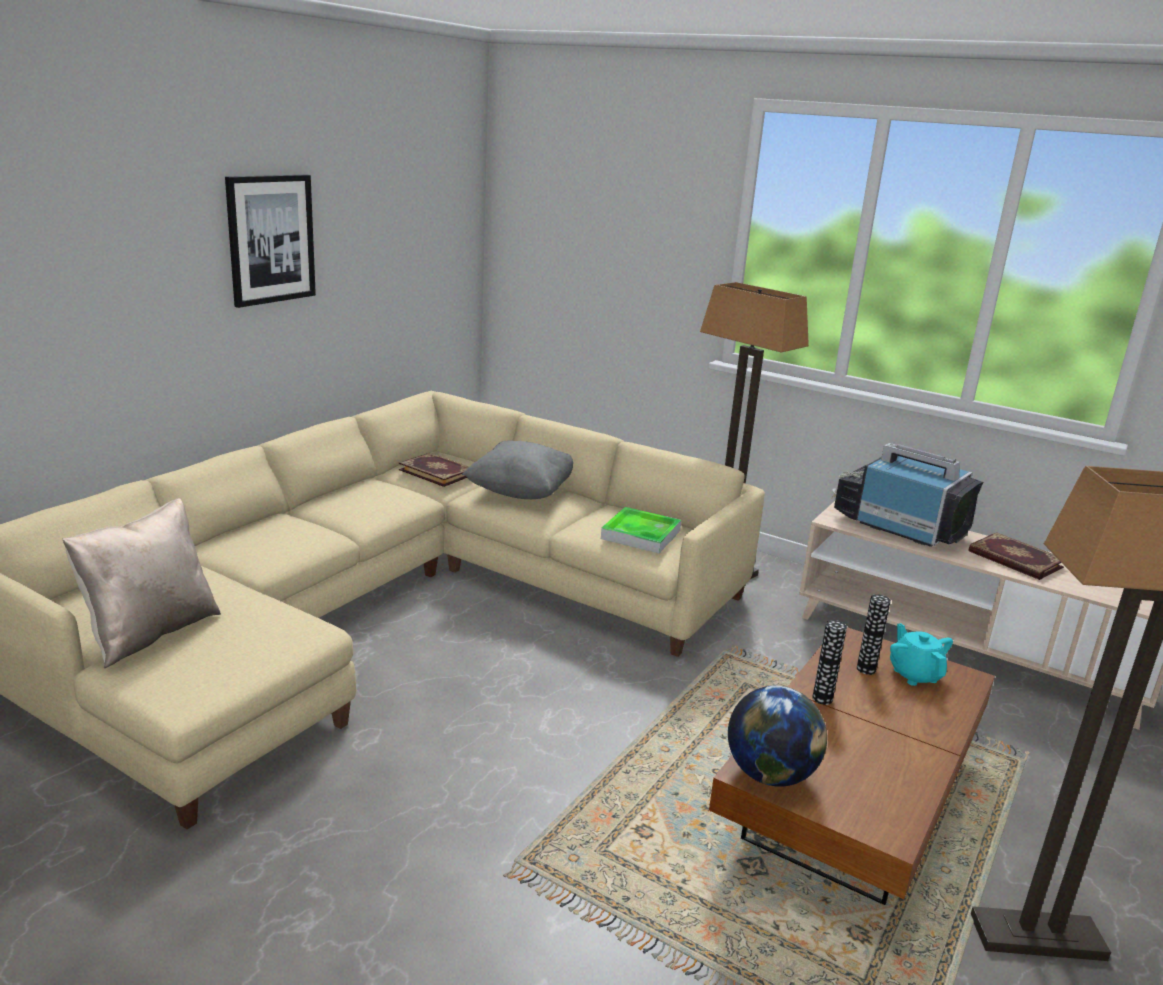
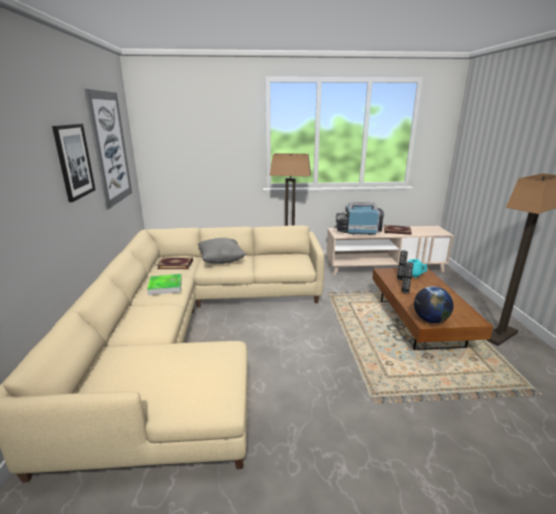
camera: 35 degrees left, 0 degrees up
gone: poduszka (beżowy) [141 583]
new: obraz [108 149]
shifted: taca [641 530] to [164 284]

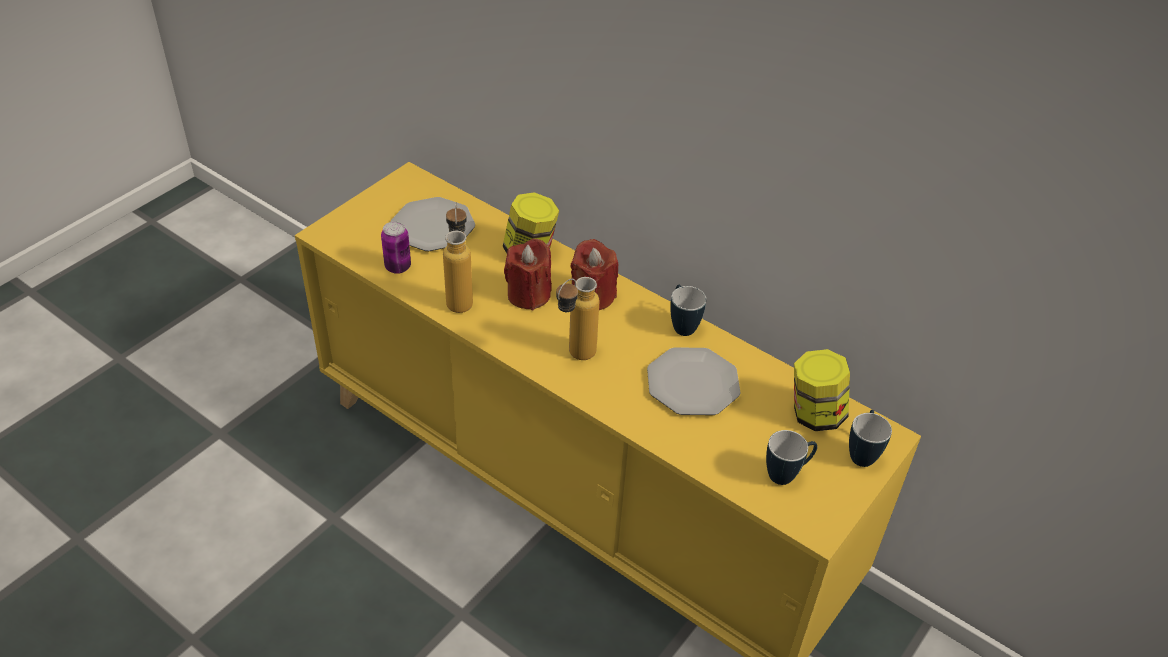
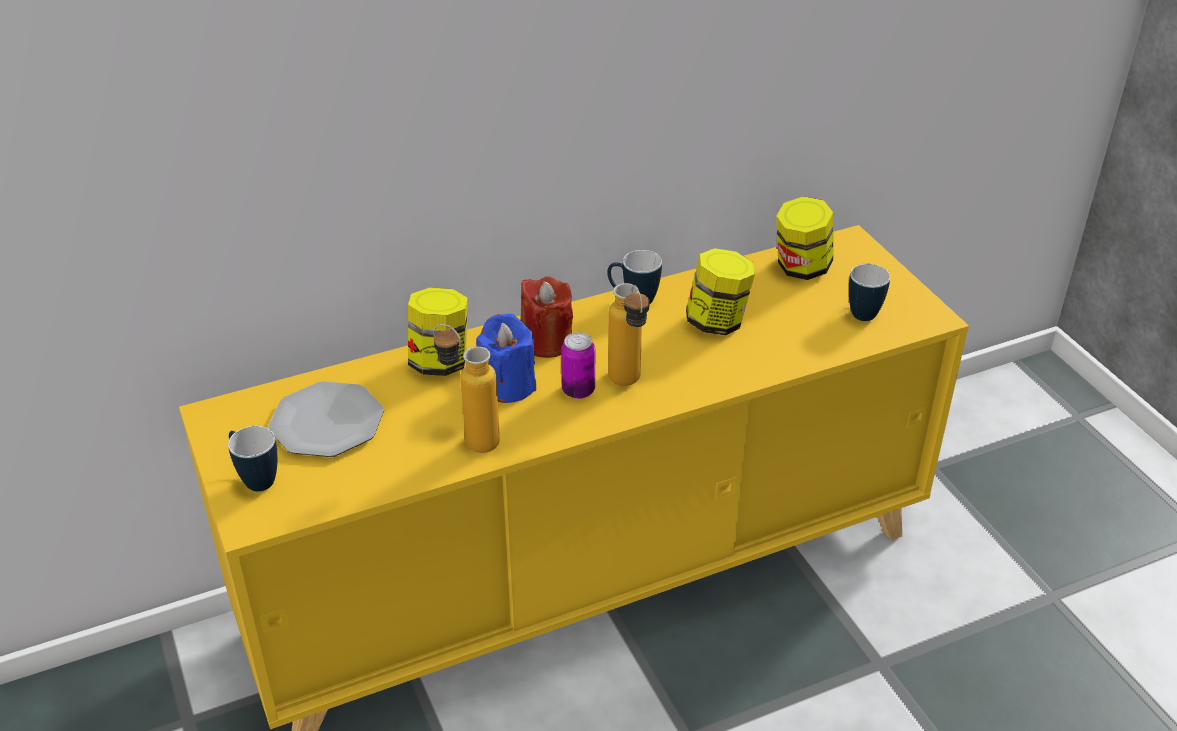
camera: 60 degrees left, 5 degrees down
shifted: puszka [396 247] to [578 365]; kubek [870 438] to [253 458]
swapped: talerz [694 381] to słoik [720 291]
repainted: świeca (czerwony) [528 274] to świeca (niebieski) [506 358]

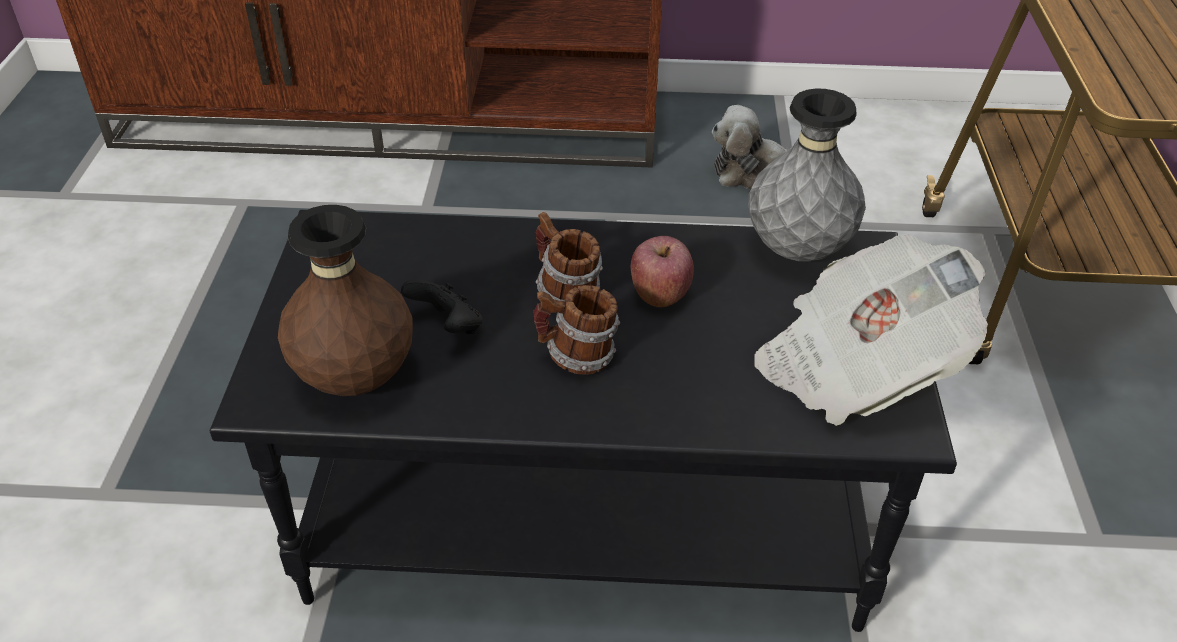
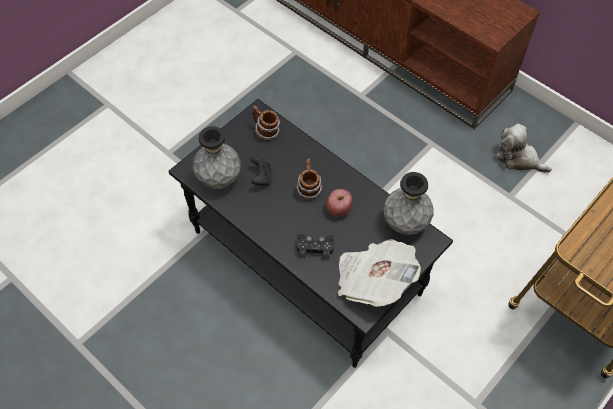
camera: 40 degrees right, 15 degrees up
new: pad do gier (czarny) [315 246]
shifted: kubek [577 330] to [266 123]
repainted: wazon (brązowy) [345 300] to wazon (szary) [217 157]

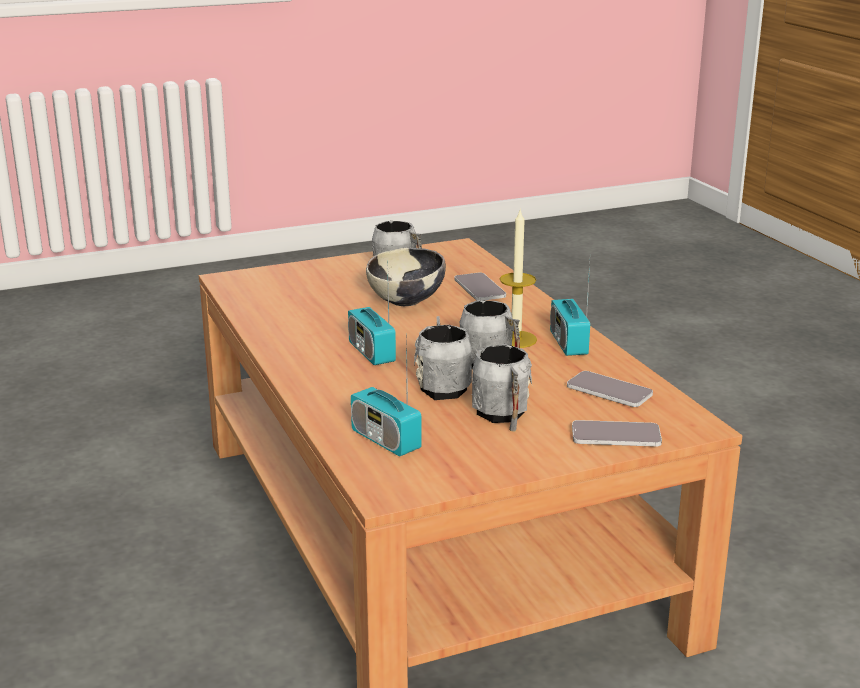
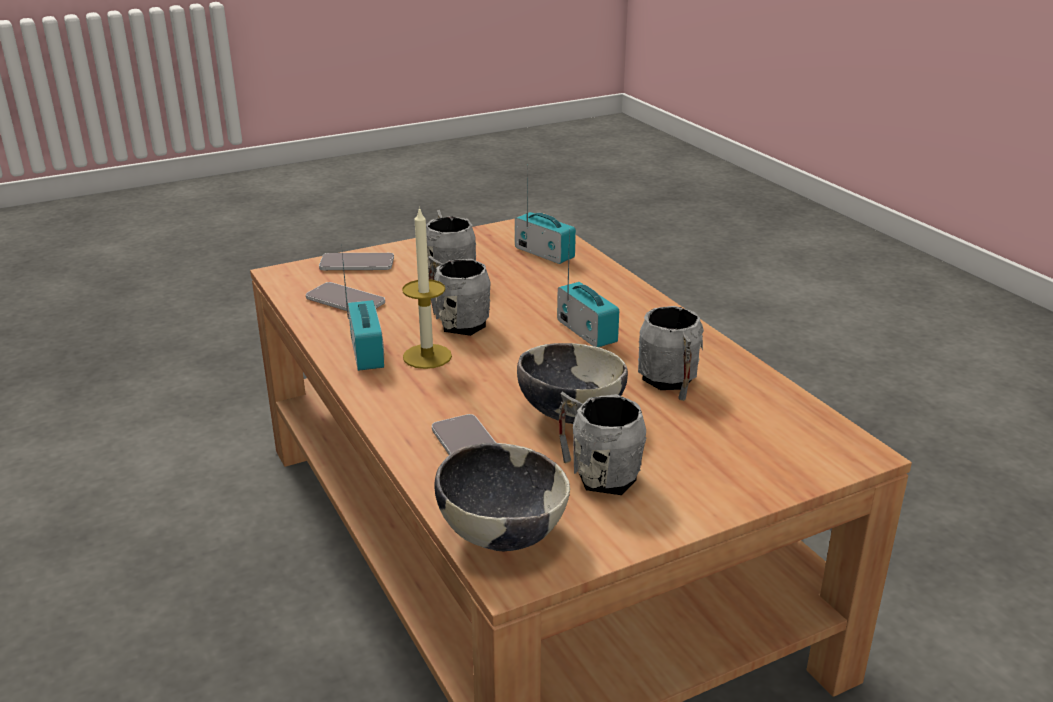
camera: 175 degrees right, 5 degrees up
new: miska [502 497]
shifted: kubek (szary) [443 358] to [671 353]

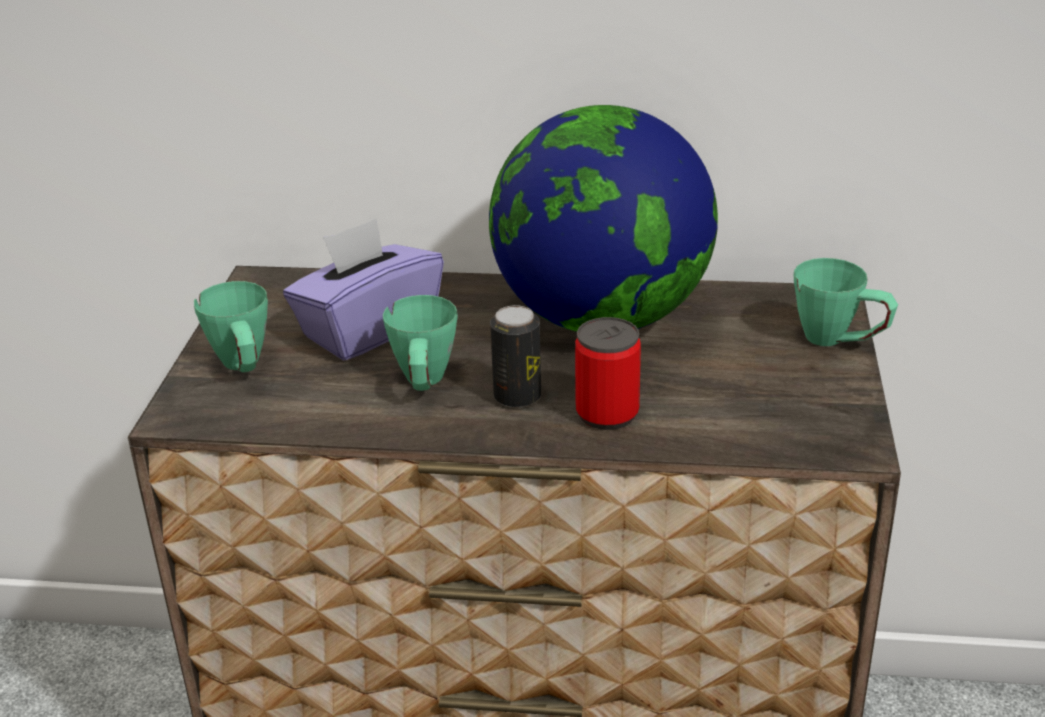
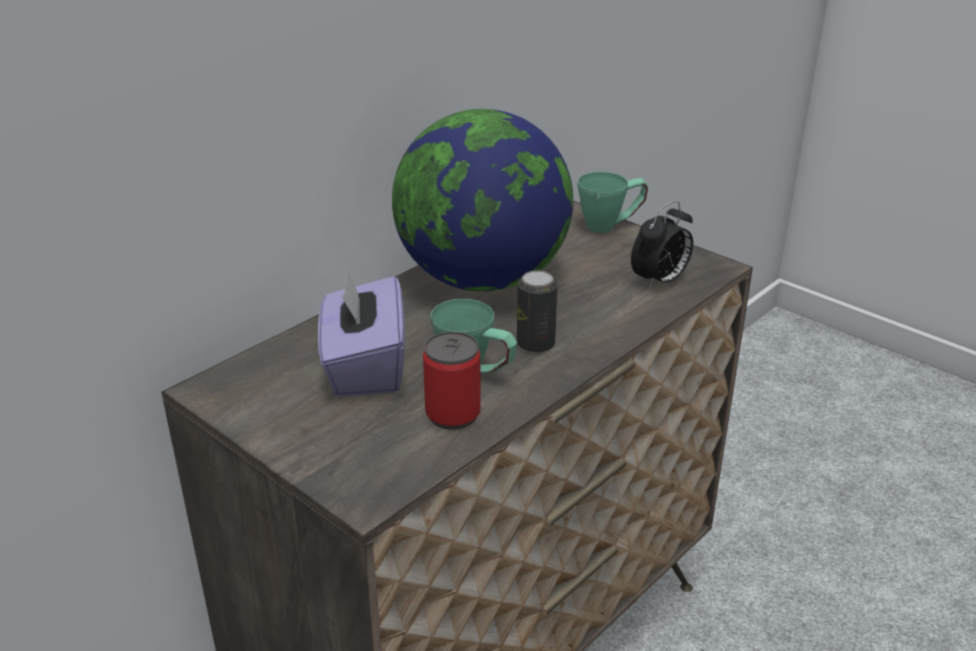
camera: 55 degrees left, 0 degrees up
gone: kubek (zielony) [231 326]
new: budzik [662 245]
shifted: puszka [608 373] to [452 381]

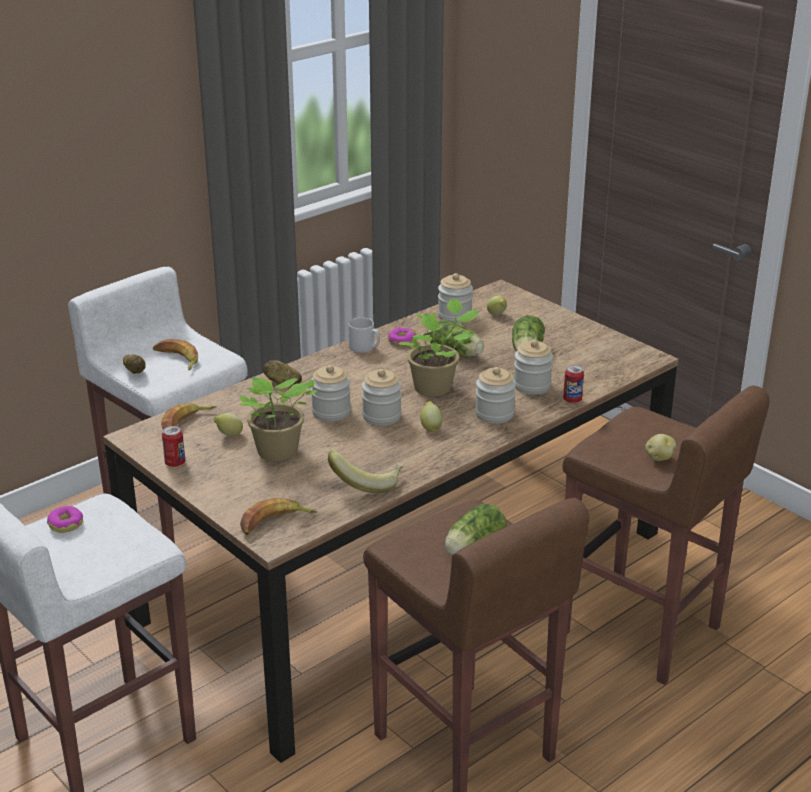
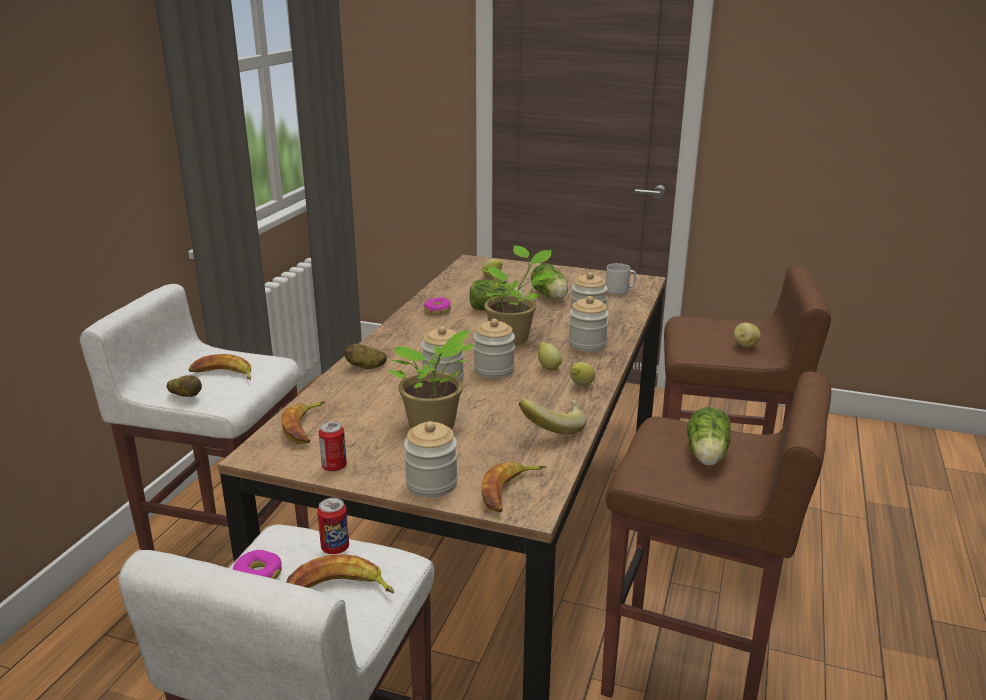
camera: 30 degrees left, 5 degrees down
new: banan [340 573]
shifted: cytryna [228 424] to [582 374]; kubek (szary) [364 335] to [621 279]; słoik [455 298] to [431 459]; puszka [573 384] to [333 526]

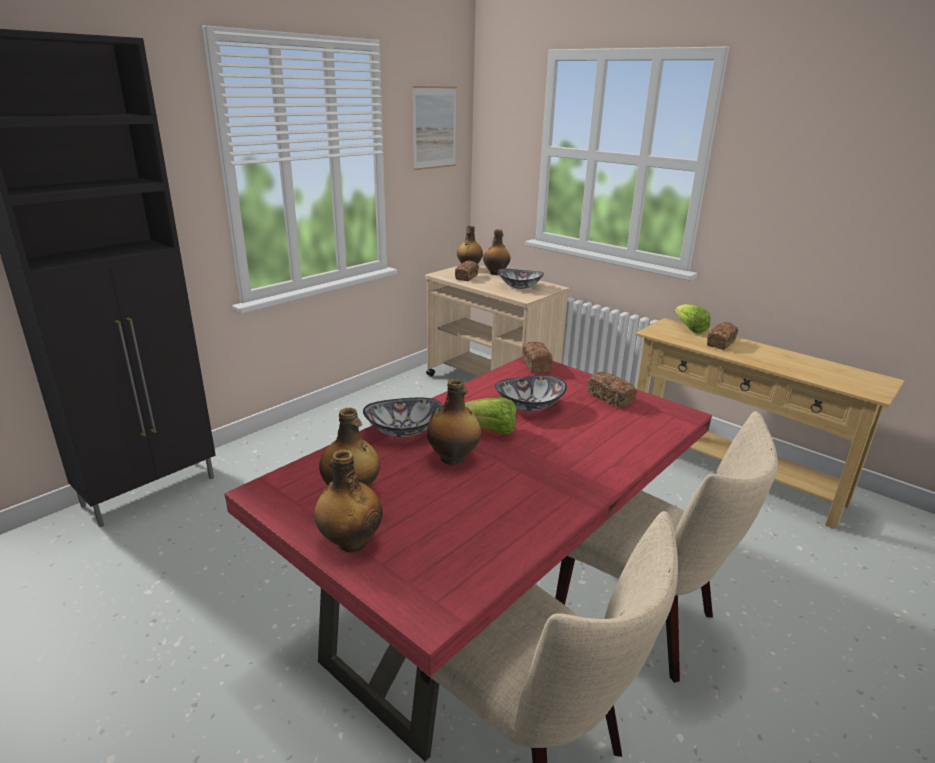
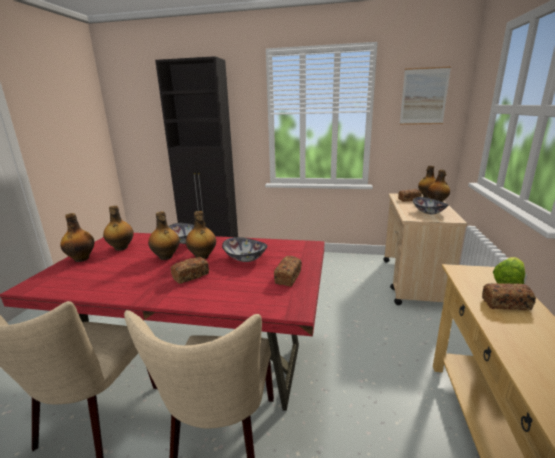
camera: 60 degrees right, 5 degrees down
shifted: chleb [537 357] to [190 270]
swapped: sałata [491 416] to butelka [201 235]

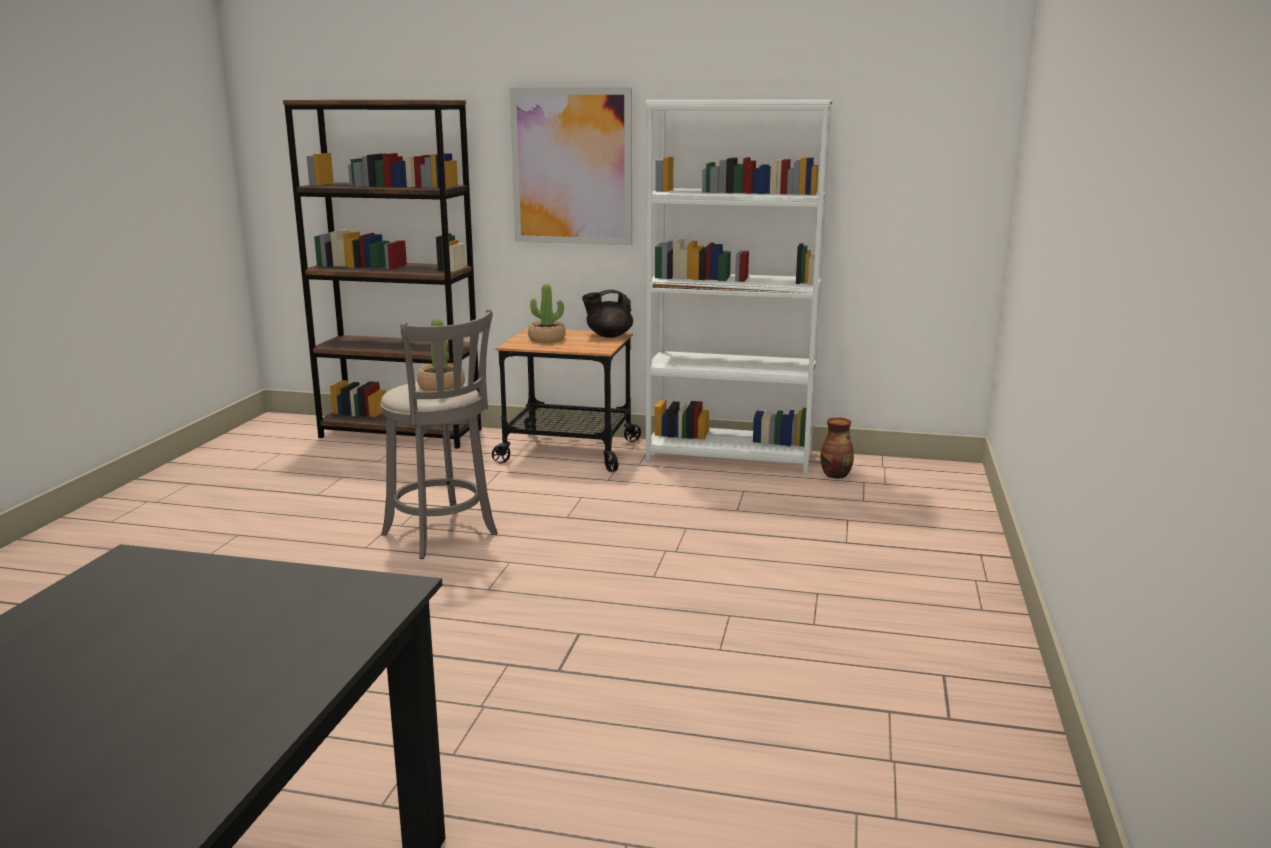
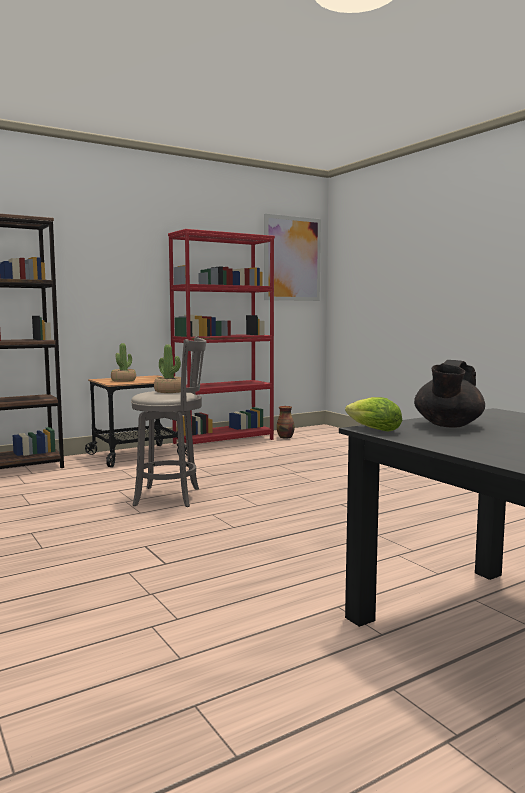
camera: 45 degrees left, 10 degrees down
new: sałata [373 414]
shifted: obraz [571 166] to [292 257]; imbryk (czarny) [607 314] to [449 393]
repainted: regał (biały) [739 287] to regał (czerwony) [221 336]

